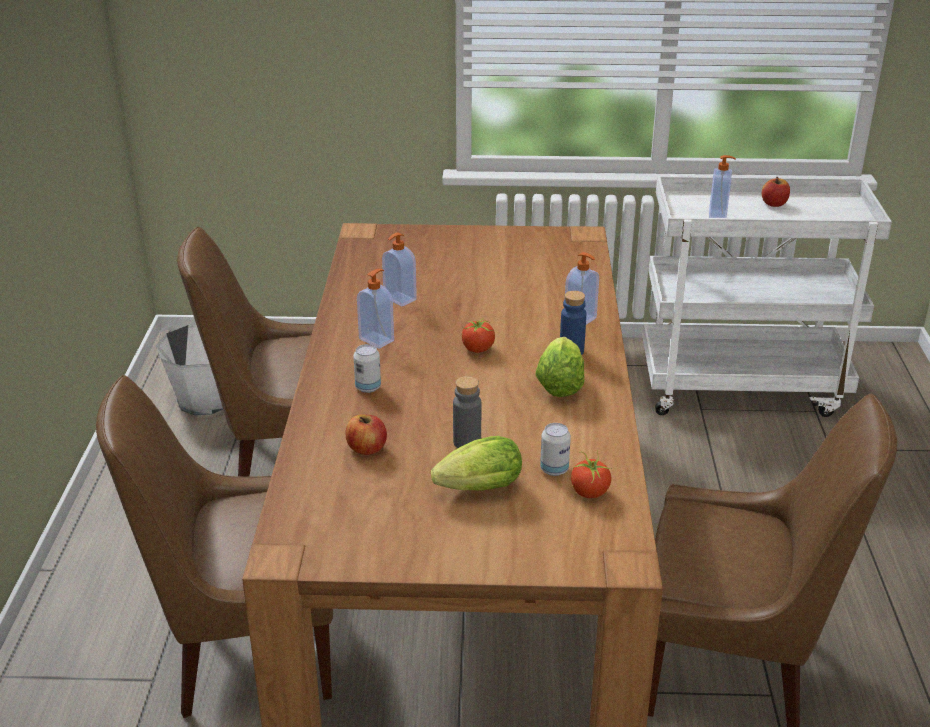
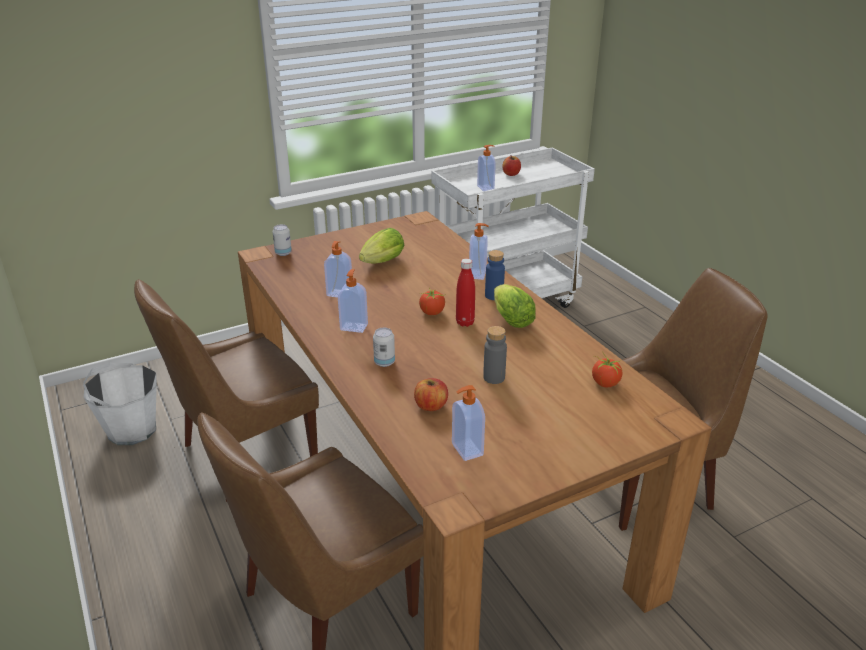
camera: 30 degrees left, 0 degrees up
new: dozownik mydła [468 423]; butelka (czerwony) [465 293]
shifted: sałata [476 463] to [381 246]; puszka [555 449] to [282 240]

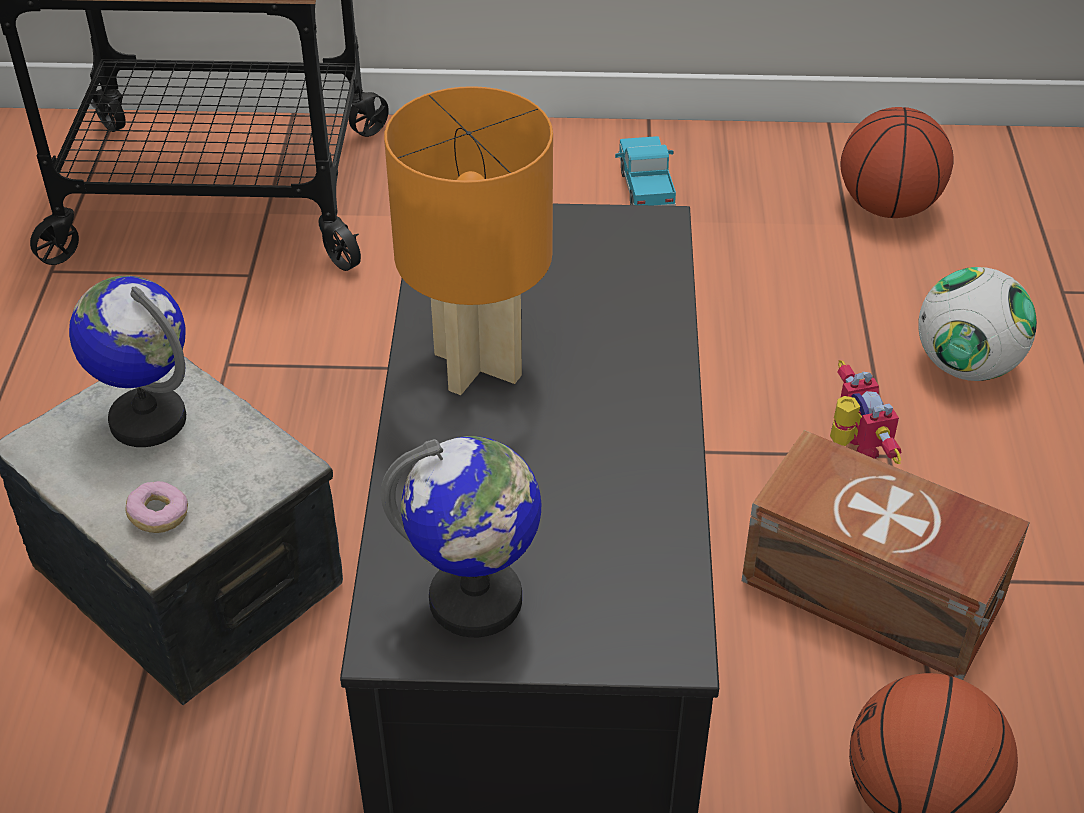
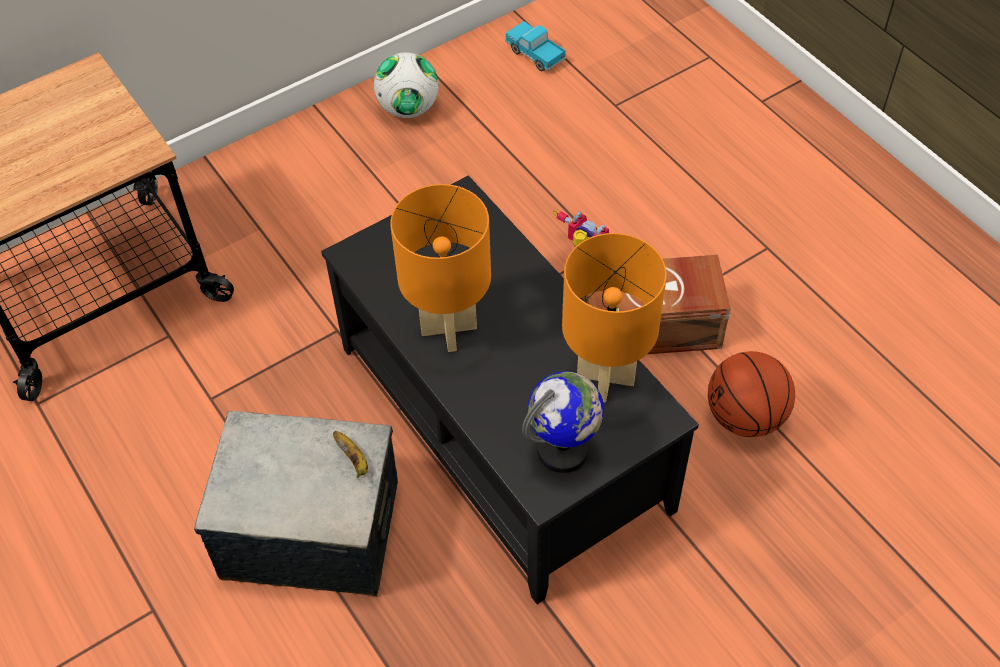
camera: 35 degrees left, 10 degrees up
gone: globus [127 361]; donut [156 507]; piłka do koszykówki [897 162]
new: banan [350 454]; lampa stołowa (pomarańczowy) [614 318]
shifted: ciężarówka zabawkowa [645 171] to [535 46]; piłka futbolowa [977 324] to [406 85]

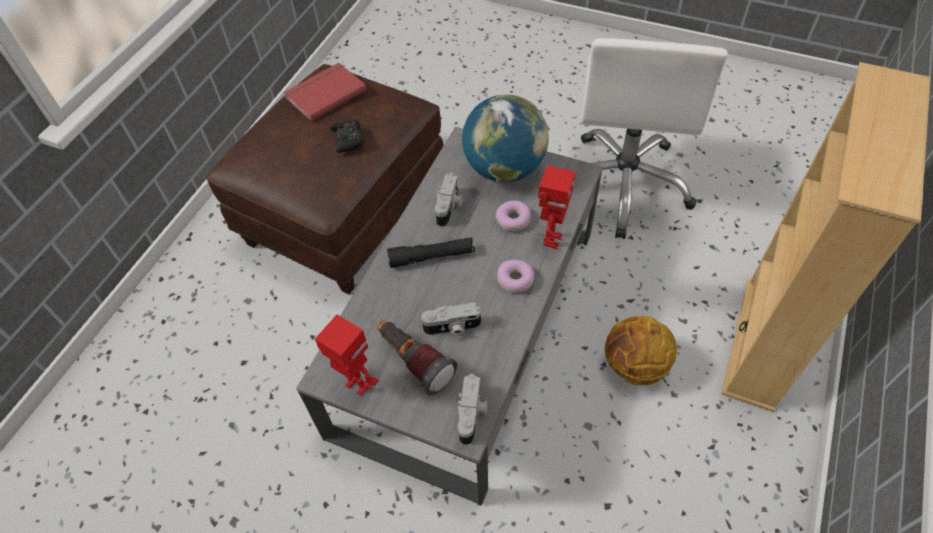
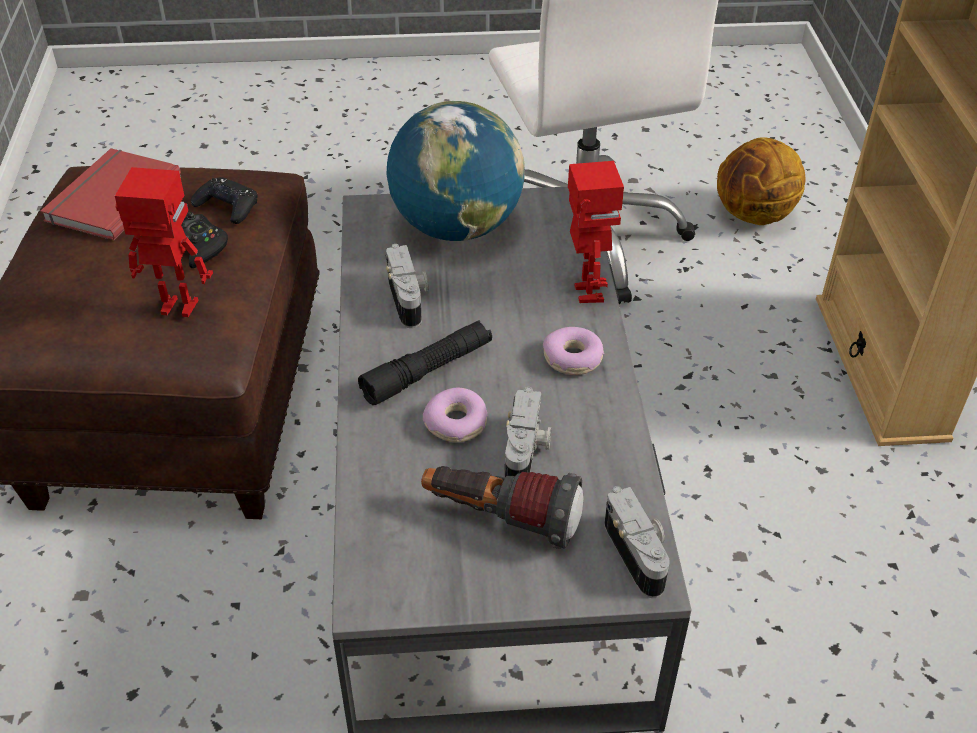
camera: 30 degrees left, 10 degrees down
new: pad do gier (czarny) [224 200]
shifted: robot zabawkowy [347 355] to [164 242]; donut [513 216] to [455 415]; piłka do koszykówki [641 350] to [761 181]
rotated: aparat fotograficzny [451 319] = [528 432] 45 degrees counterclockwise

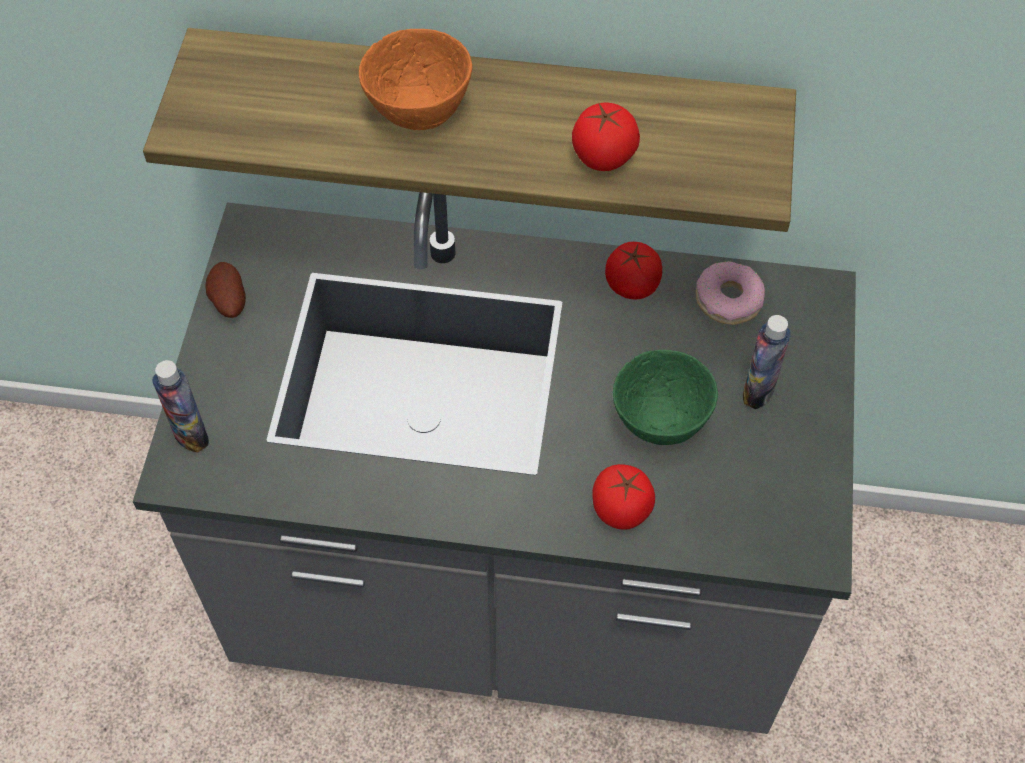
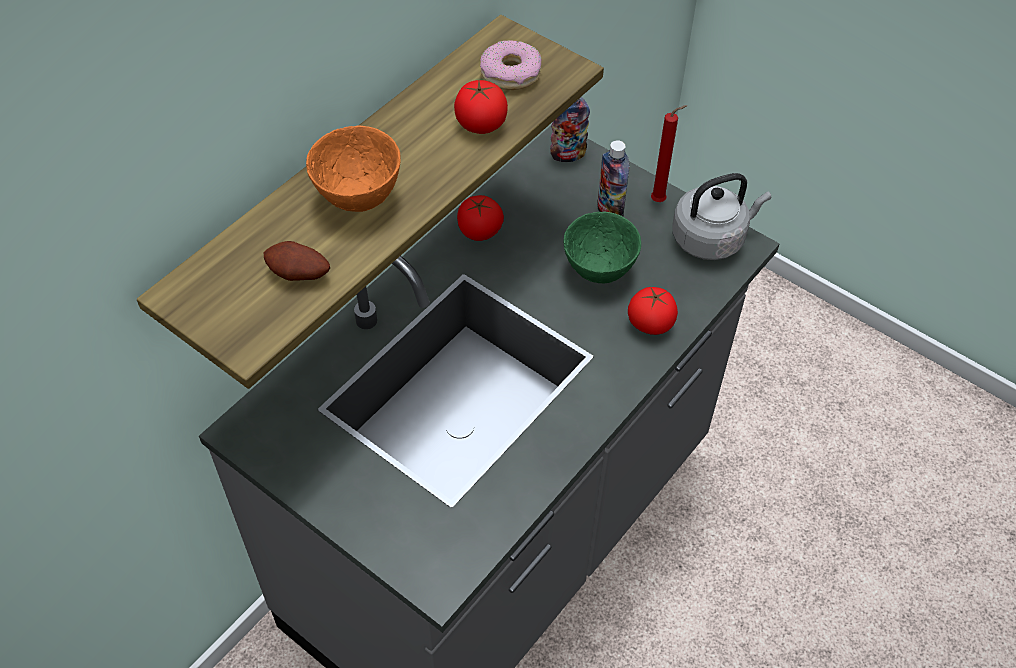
camera: 60 degrees left, 5 degrees down
new: świeca (czerwony) [669 153]; czajnik (szary) [721 216]
shifted: butelka [180 406] to [570 129]; ziemniak [225 290] to [297 261]; donut [730 293] to [510 65]

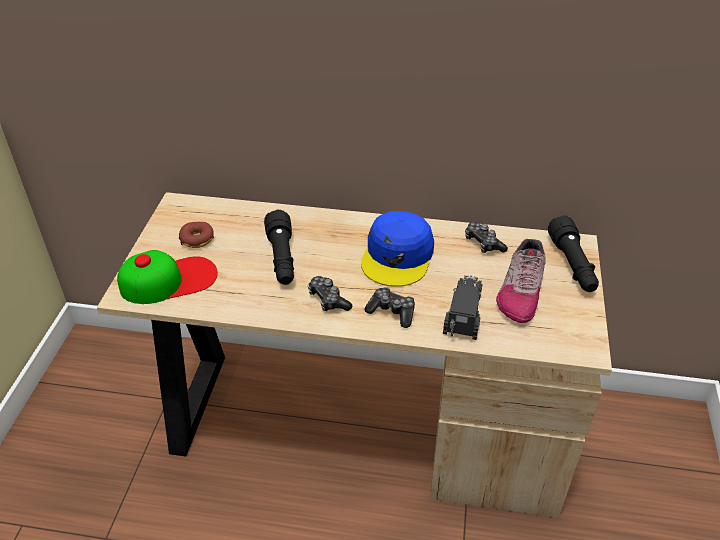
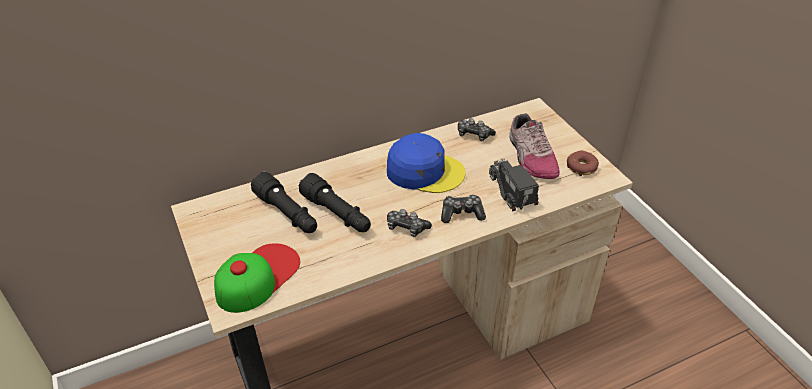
camera: 35 degrees left, 0 degrees up
shifted: donut [196 235] to [583 163]; latarka (czarny) [573 253] to [284 202]
rotated: czapka z daszkiem (niebieski) [397 249] = [426 163] 60 degrees counterclockwise

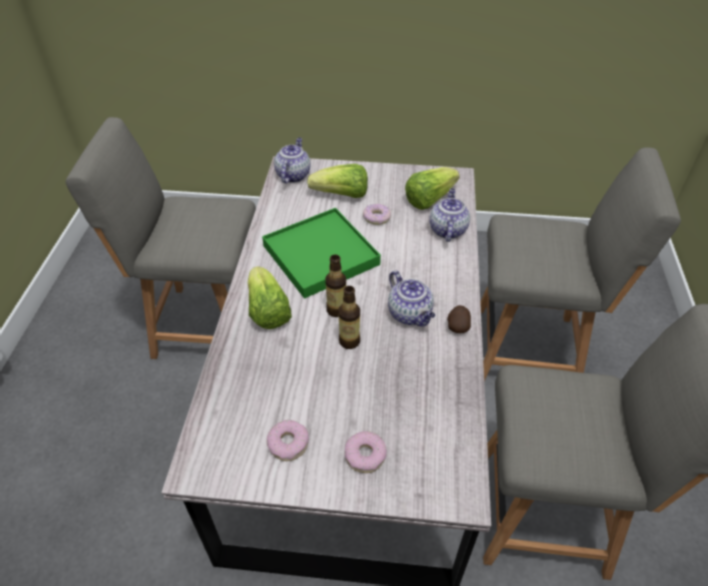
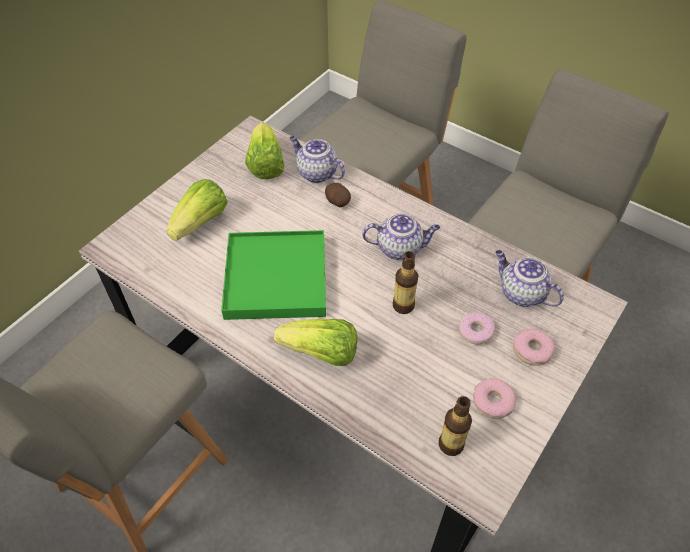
camera: 60 degrees left, 5 degrees up
shifted: imbryk [292 160] to [529 278]; butelka [335 285] to [455 426]; donut [377 214] to [477 328]; ziemniak [459 319] to [338 195]

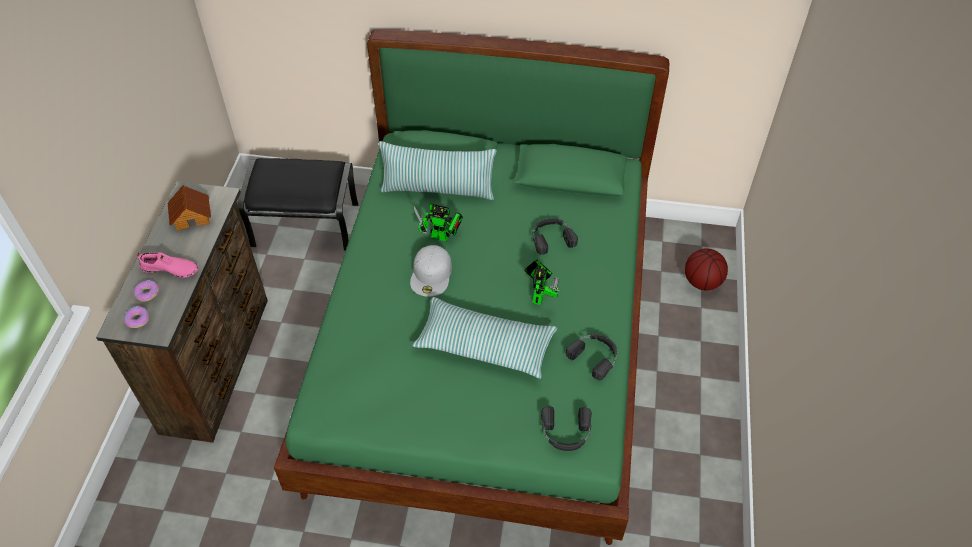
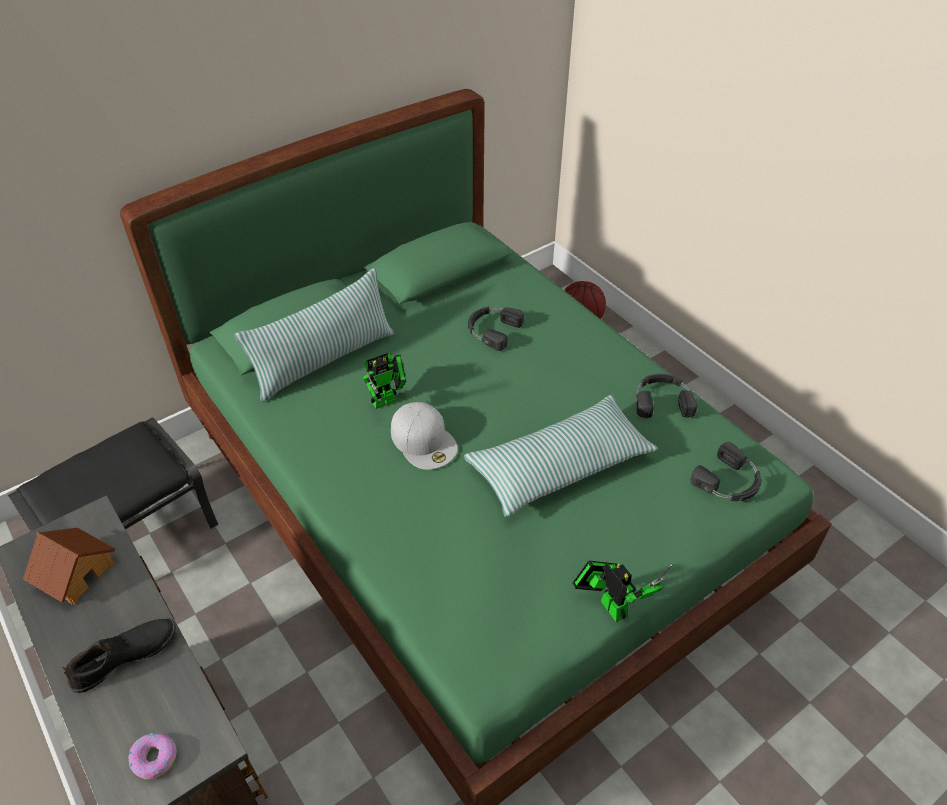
camera: 45 degrees left, 5 degrees down
gone: donut [146 291]
shifted: robot zabawkowy [541 282] to [623 591]
repainted: but (różowy) [167 264] to but (czarny) [119 655]

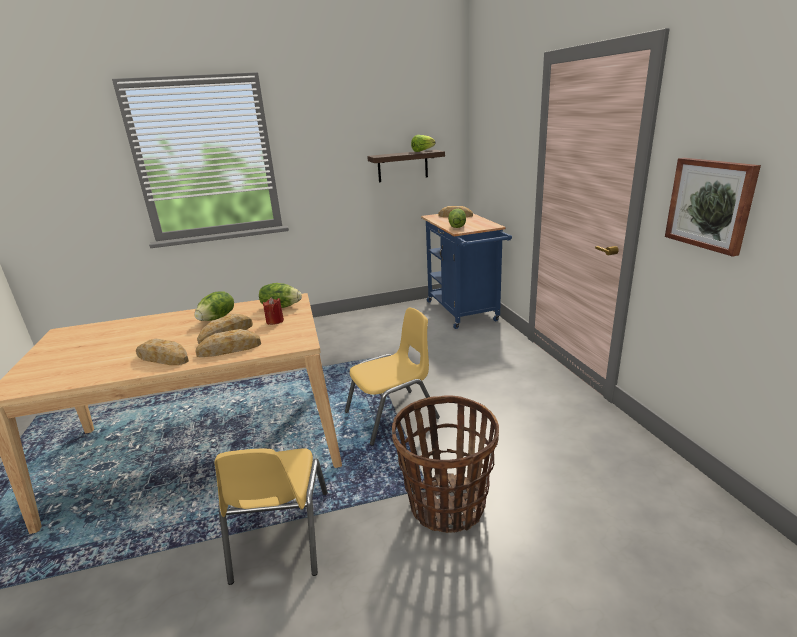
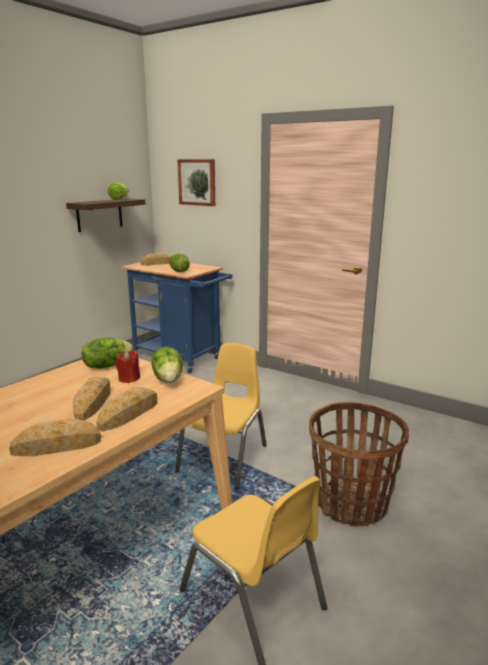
camera: 40 degrees left, 5 degrees down
shifted: sałata [214 306] to [167 364]; obraz [713 207] to [196 182]

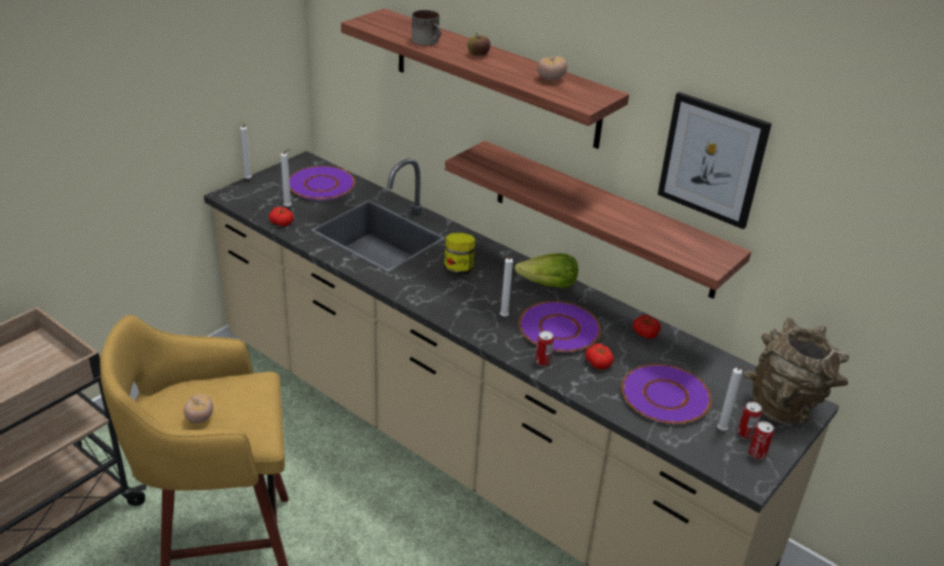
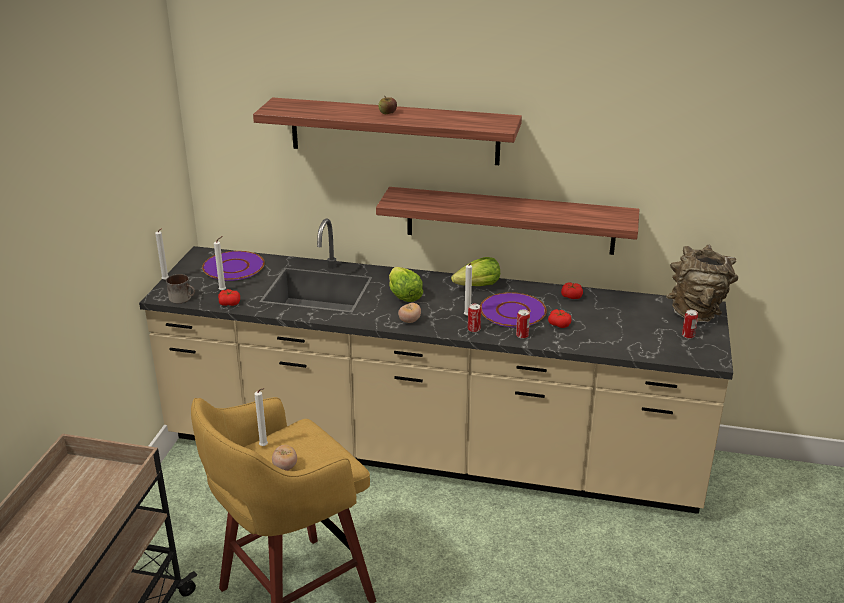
camera: 25 degrees left, 5 degrees down
gone: talerz (fioletowy) [666 394]; obraz [715 160]
shifted: kubek [426 27] to [180 288]; pomidor [552 68] to [409 313]; świeca (biały) [732 399] to [261 417]; puszka [761 440] to [474 318]
swapped: słoik [459 254] to sałata [406 284]

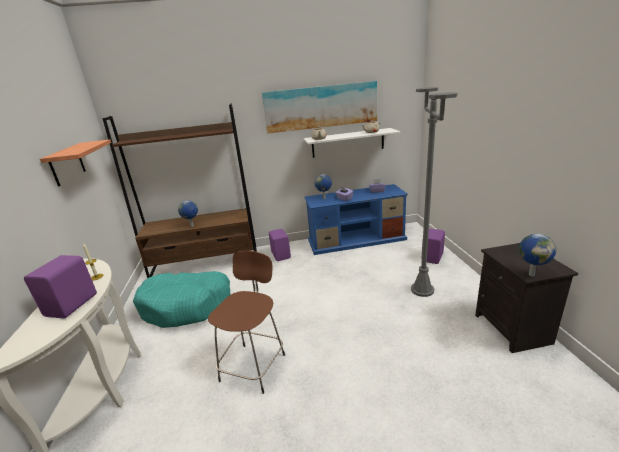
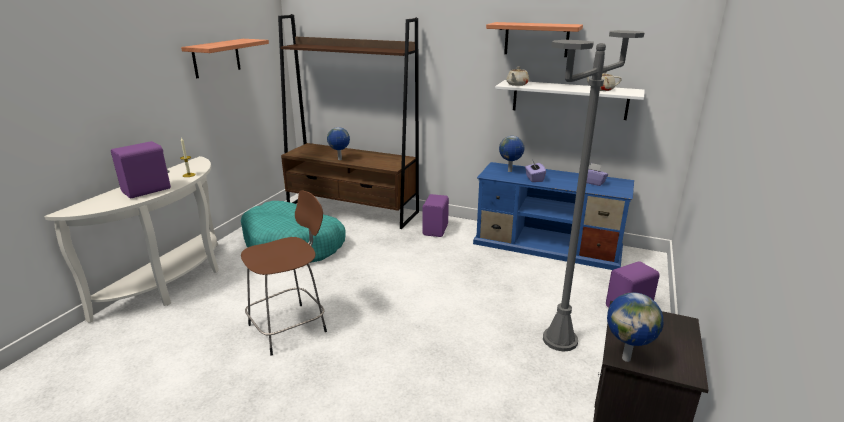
camera: 30 degrees right, 0 degrees up
swapped: obraz [319 107] to półka [534 39]

